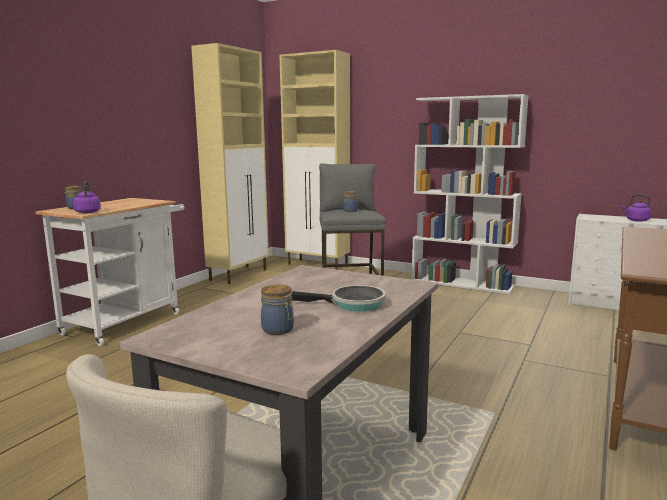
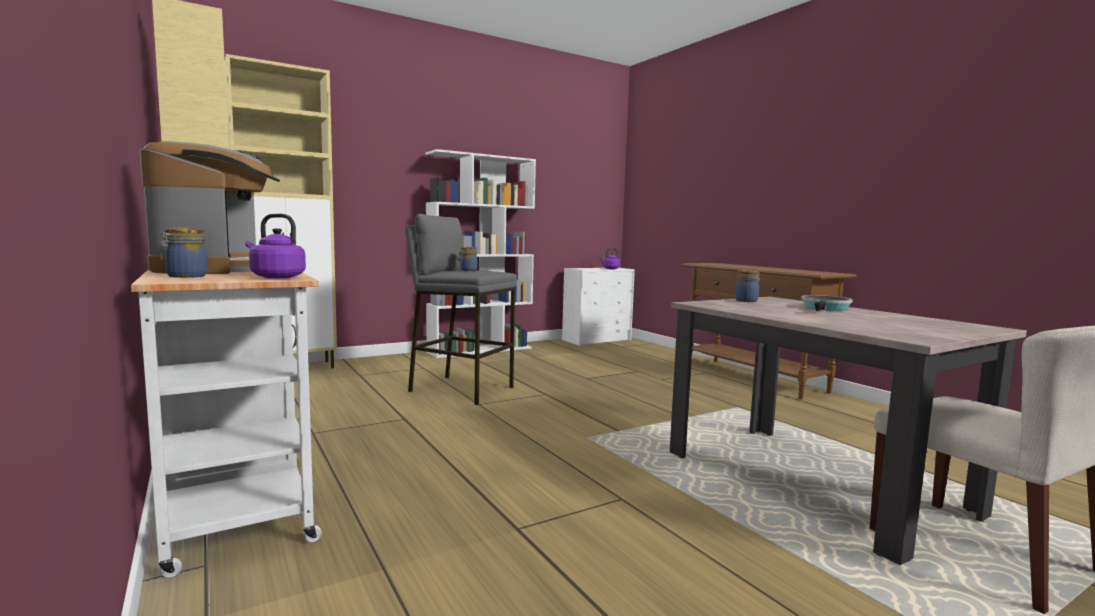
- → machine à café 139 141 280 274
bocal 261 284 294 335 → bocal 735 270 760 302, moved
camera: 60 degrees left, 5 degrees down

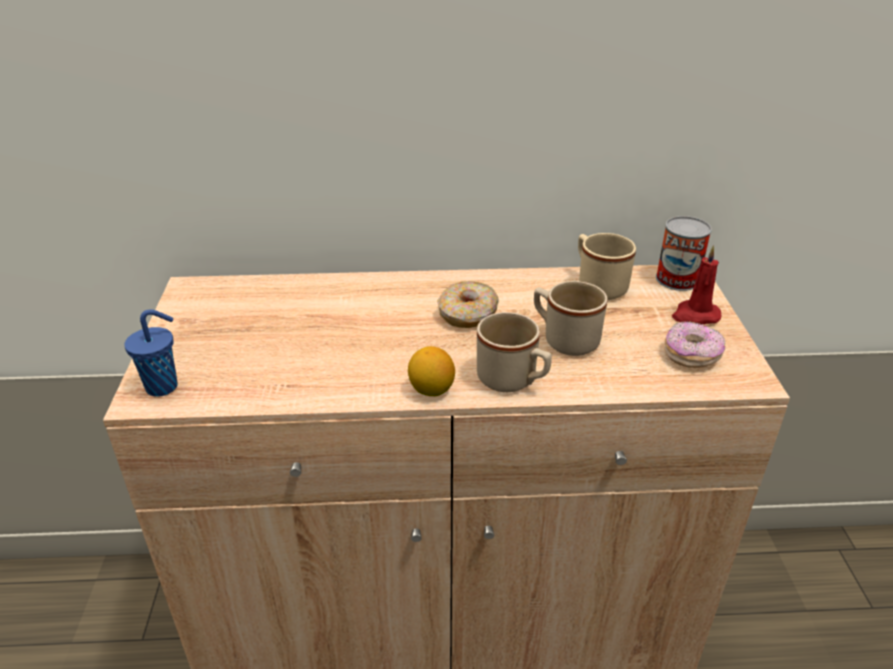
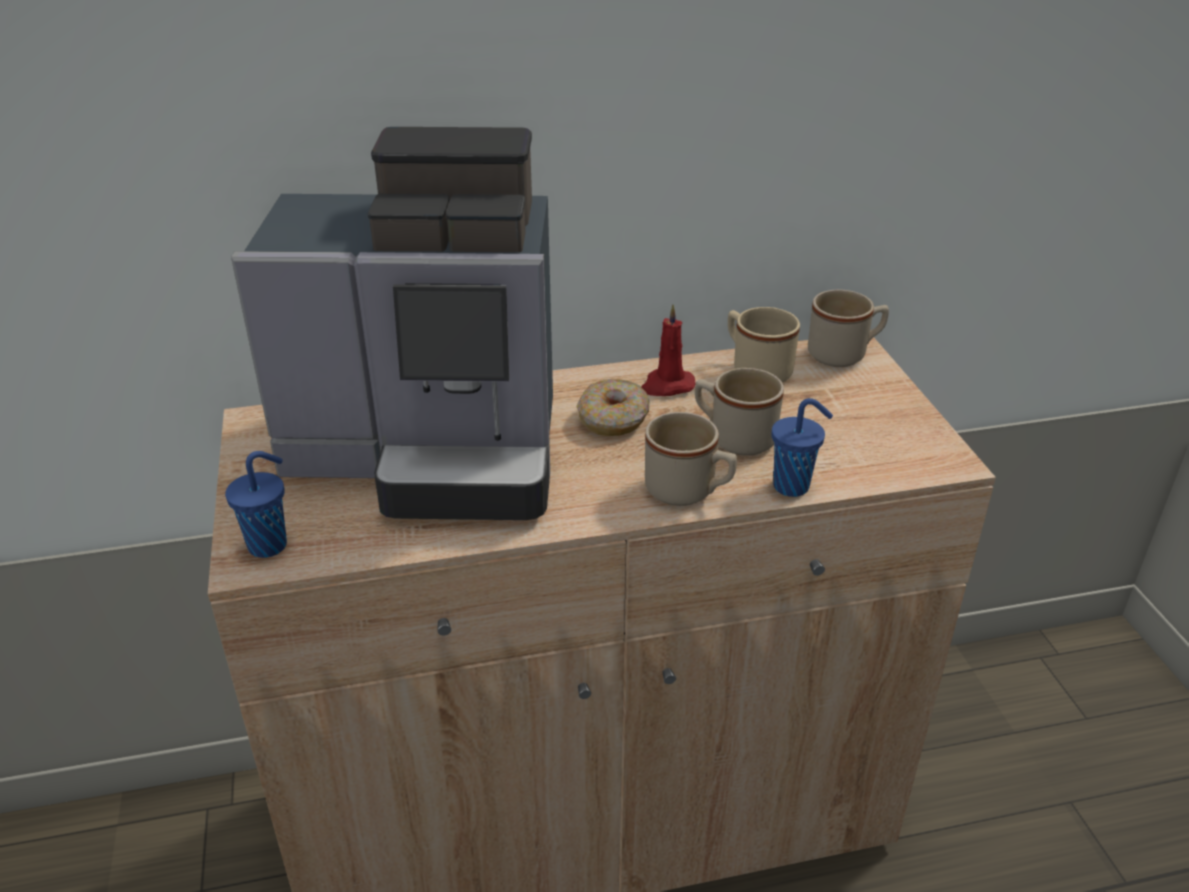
citron 408 346 455 396 → -
beignet 665 321 726 368 → -
- → machine à café 231 127 553 520
- → tasse [bleu] 771 398 833 497
bougie [rouge] 672 245 721 324 → bougie [rouge] 641 305 696 396, moved
boîte métallique 656 216 712 291 → mug [beige] 808 290 889 367
camera: 10 degrees left, 0 degrees up

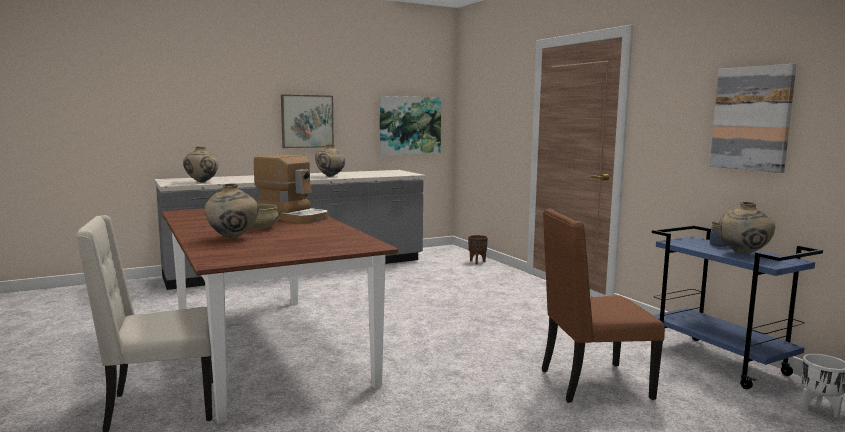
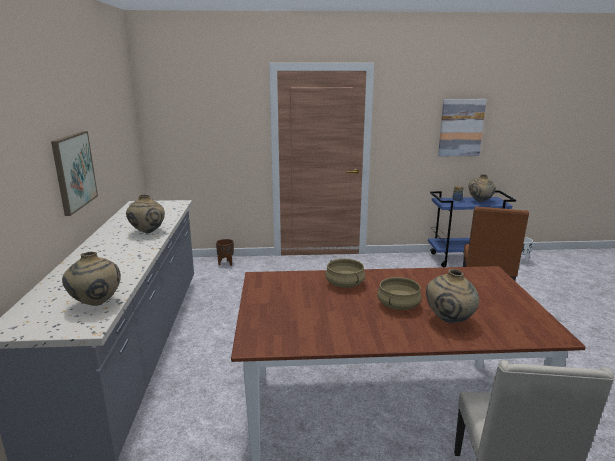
tableau 380 96 441 156 → -
machine à café 254 155 328 223 → marmite [beige] 325 259 365 288
camera: 65 degrees left, 10 degrees up

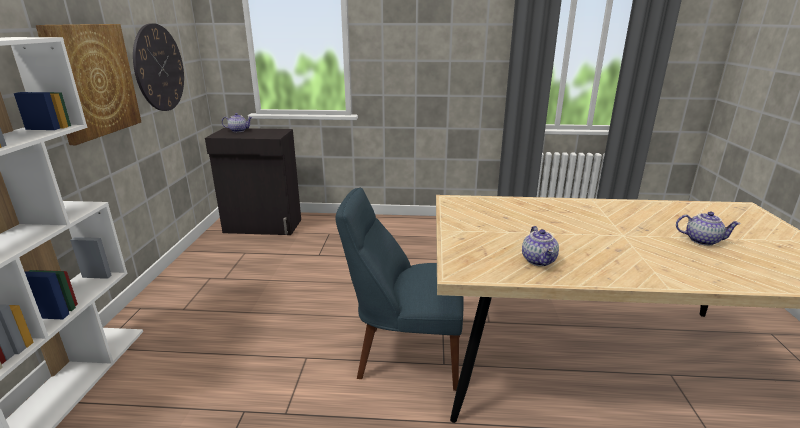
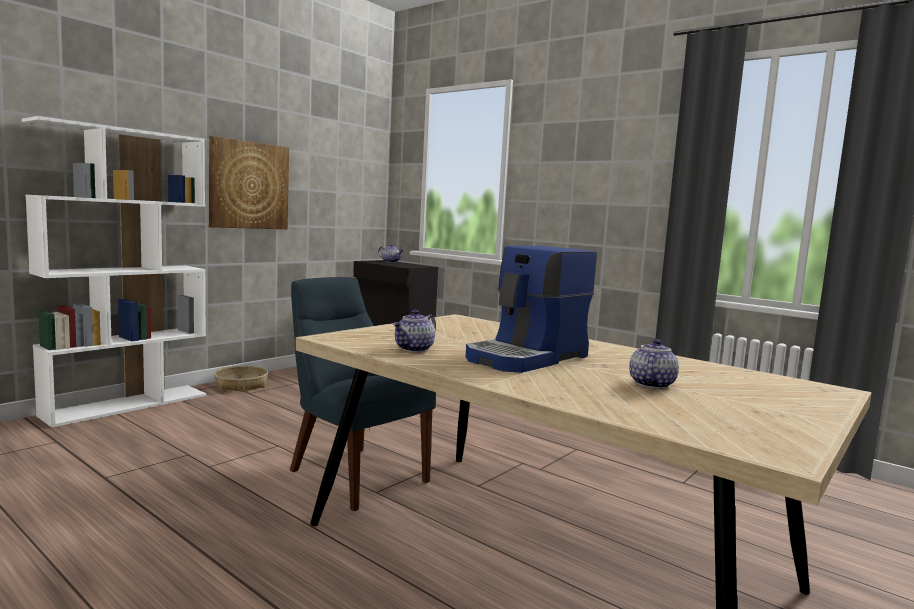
horloge murale 133 23 184 111 → -
- → panier 214 366 268 392
- → machine à café 465 246 597 373
théière 676 212 741 246 → théière 629 339 679 389, 120 degrees counterclockwise
camera: 35 degrees right, 15 degrees down

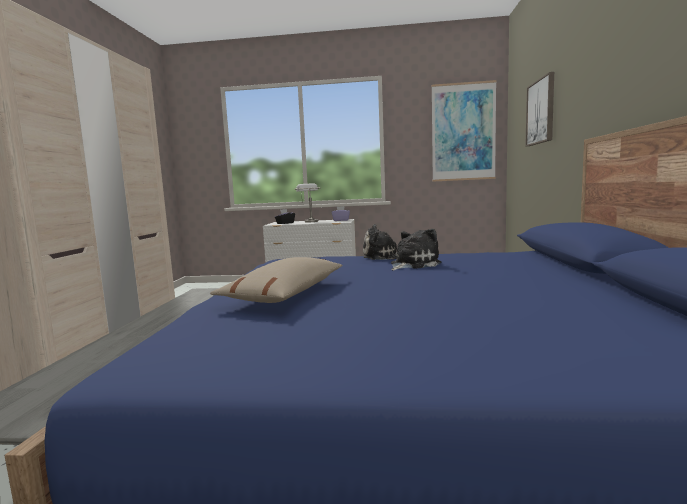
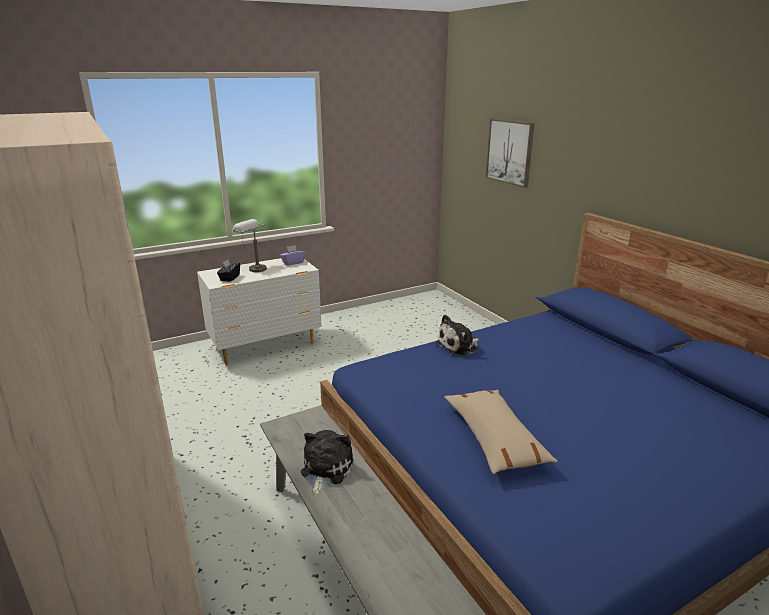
tableau 432 80 497 182 → -
peluche 391 229 442 270 → peluche 301 430 354 496, moved
camera: 35 degrees left, 15 degrees up

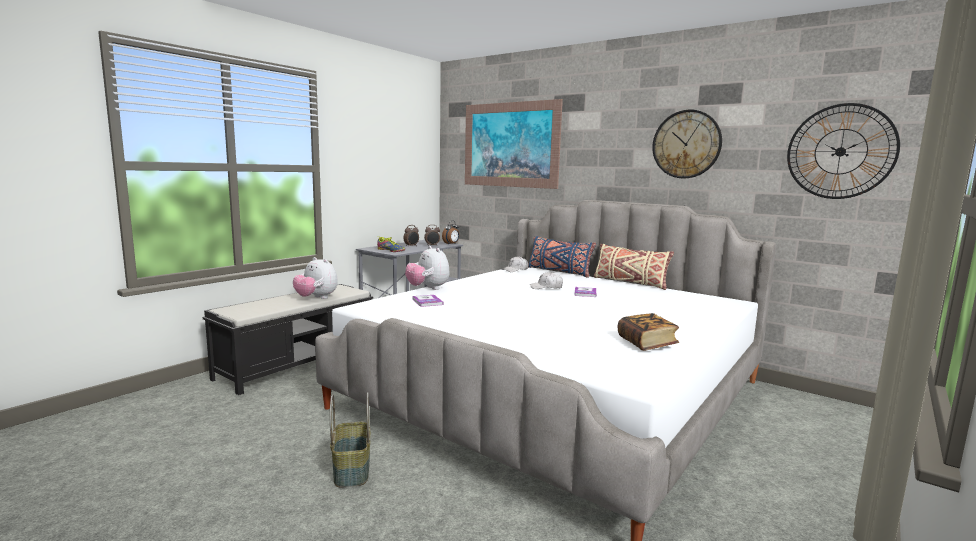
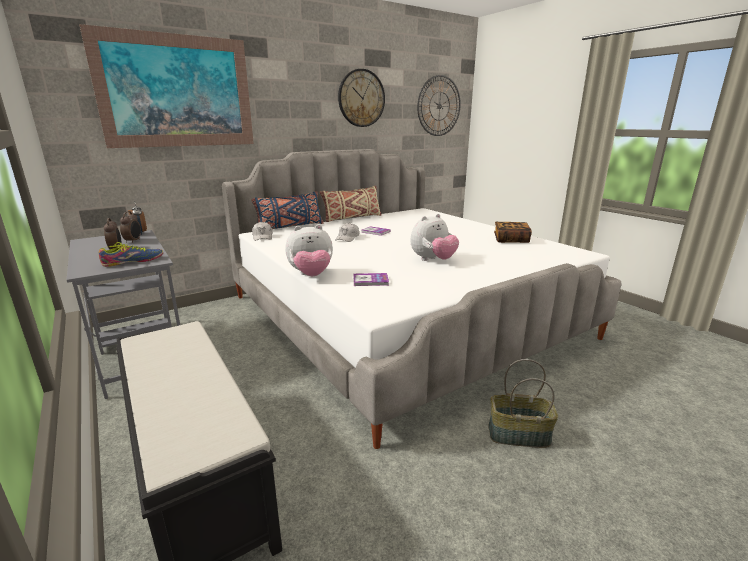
peluche 293 257 338 299 → peluche 410 214 459 261, moved
camera: 70 degrees left, 10 degrees up

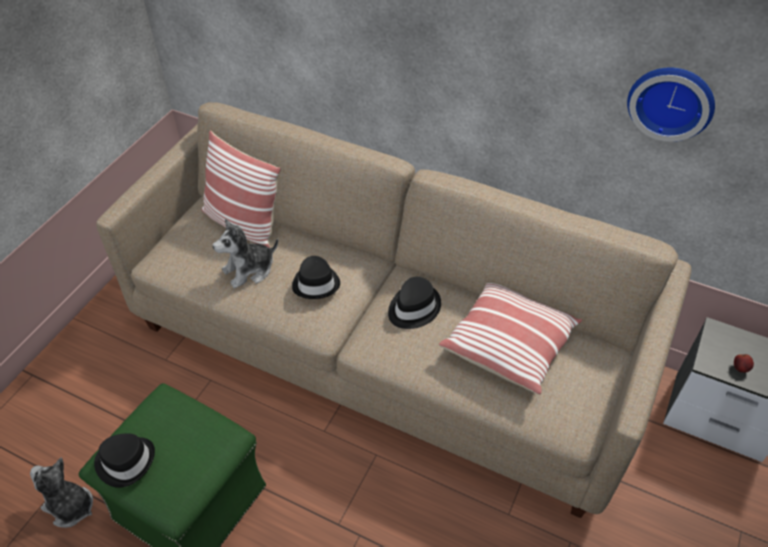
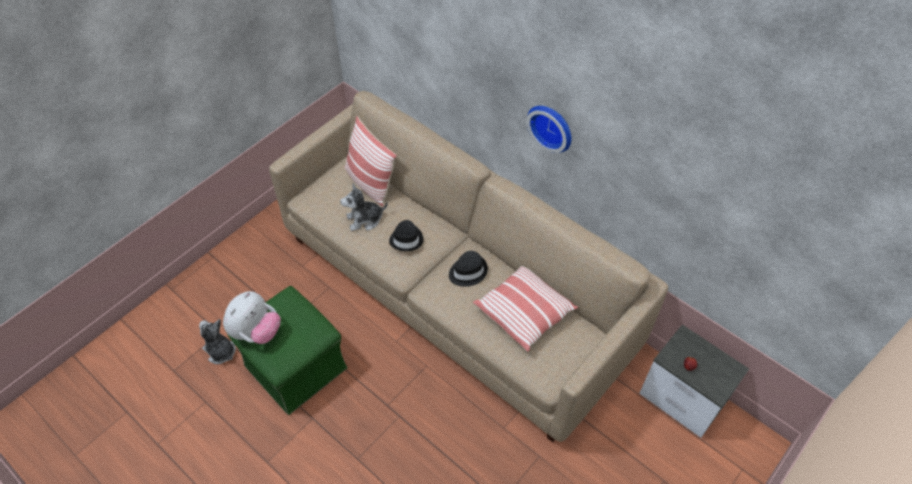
horloge murale 627 67 715 142 → horloge murale 526 106 571 153, moved
chapeau [noir] 94 433 155 488 → peluche 223 291 281 344
camera: 15 degrees right, 5 degrees up

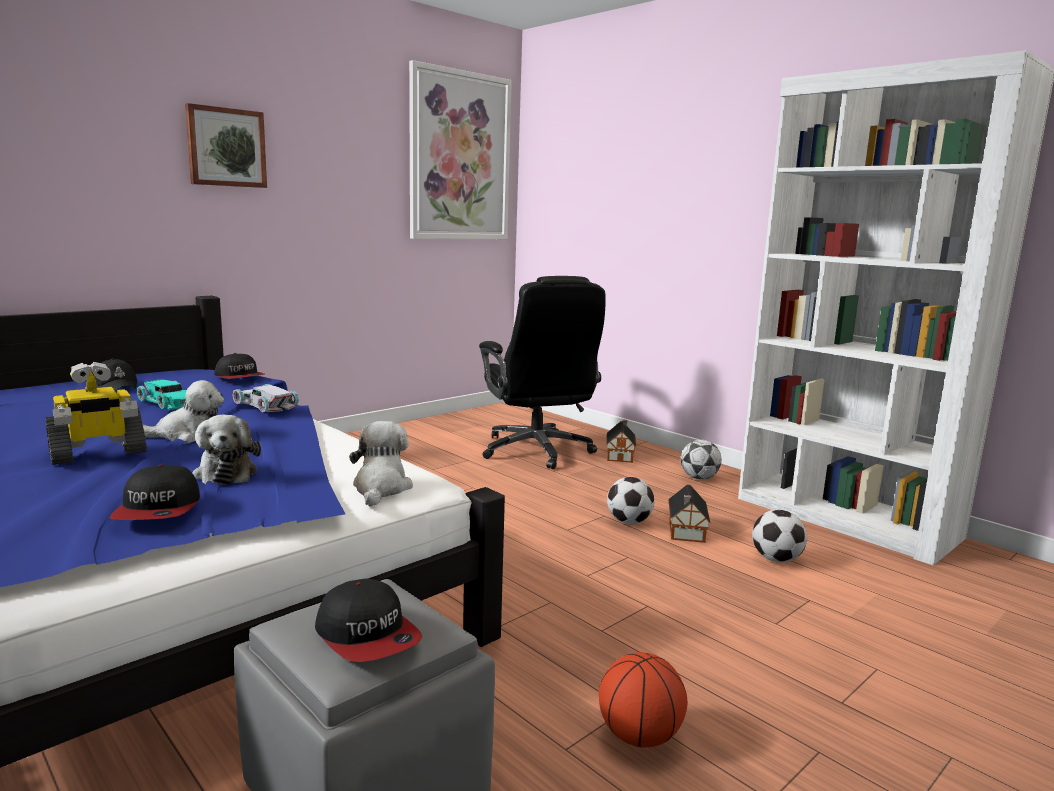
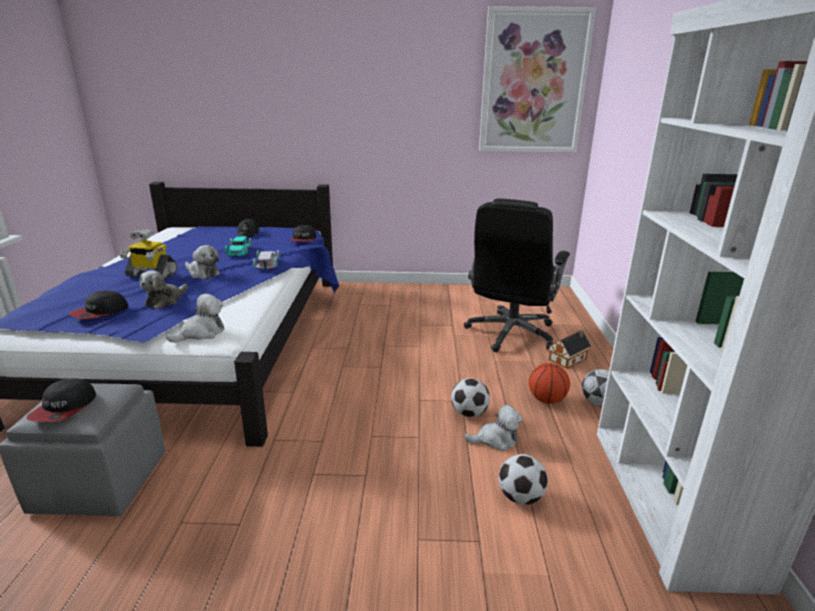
tableau 185 103 267 188 → -
ballon de basket 599 652 687 747 → ballon de basket 529 363 570 404, moved
maison miniature 668 485 711 543 → peluche 464 405 523 451
camera: 45 degrees right, 10 degrees up

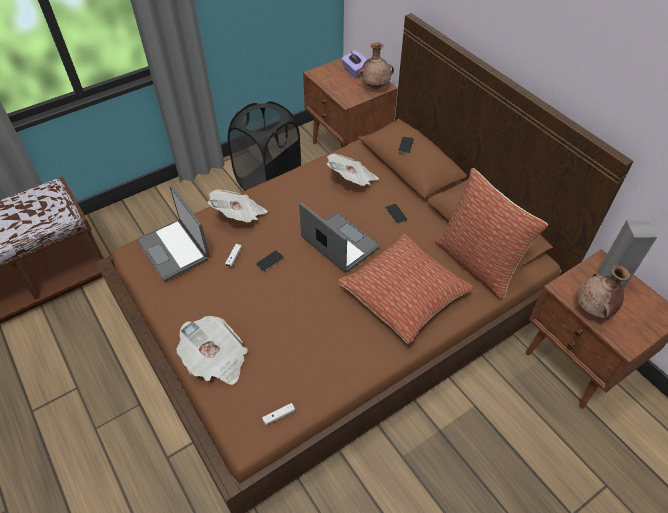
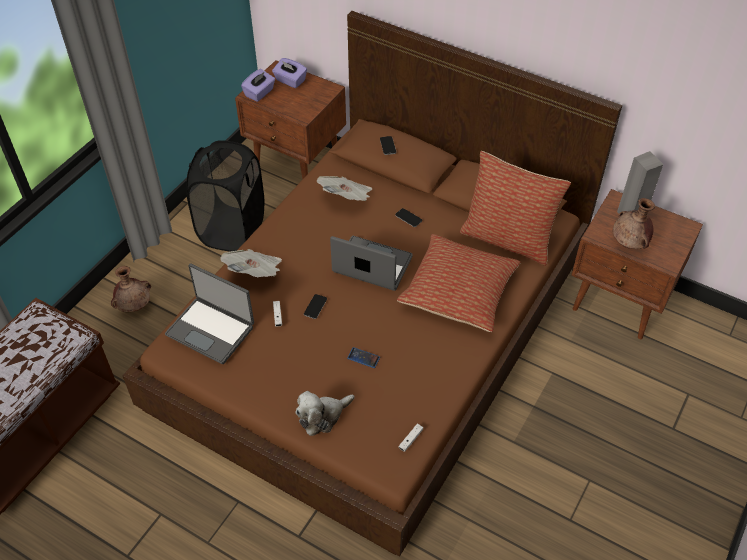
- → boîte à mouchoirs [violet] 241 69 275 102
- → téléphone 347 347 380 368
vase [marron] 358 43 394 89 → vase [marron] 111 266 151 312, moved
journal 176 316 248 385 → peluche 296 391 355 436
camera: 25 degrees left, 0 degrees up

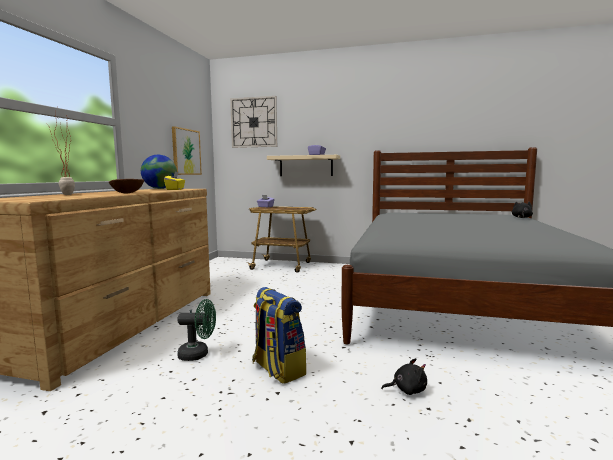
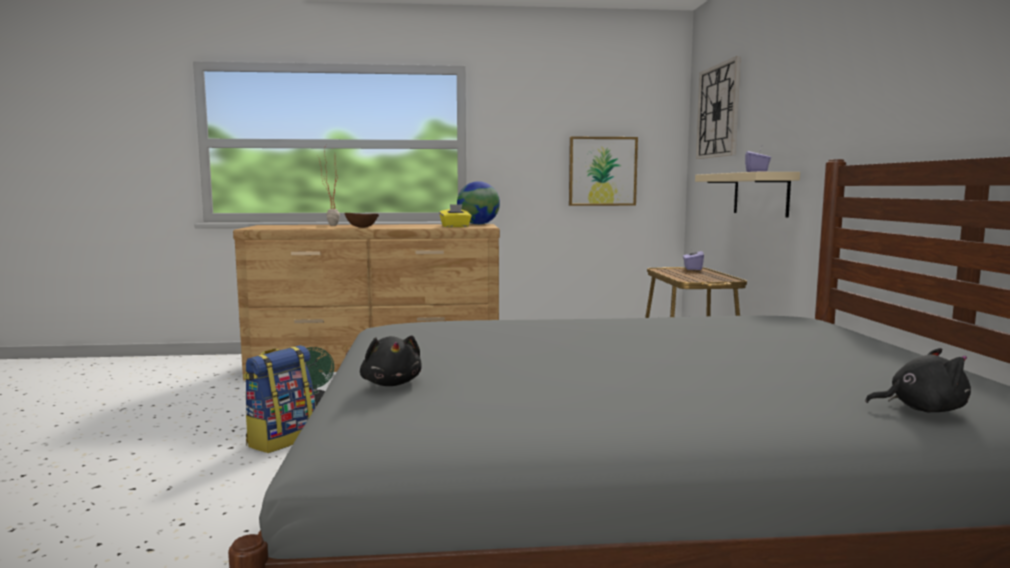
peluche [noir] 381 358 427 395 → peluche [noir] 360 335 422 386, moved
camera: 70 degrees right, 0 degrees up

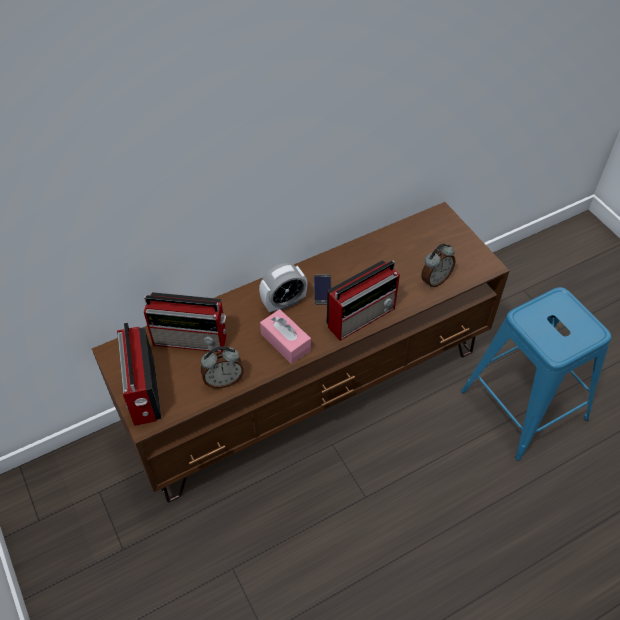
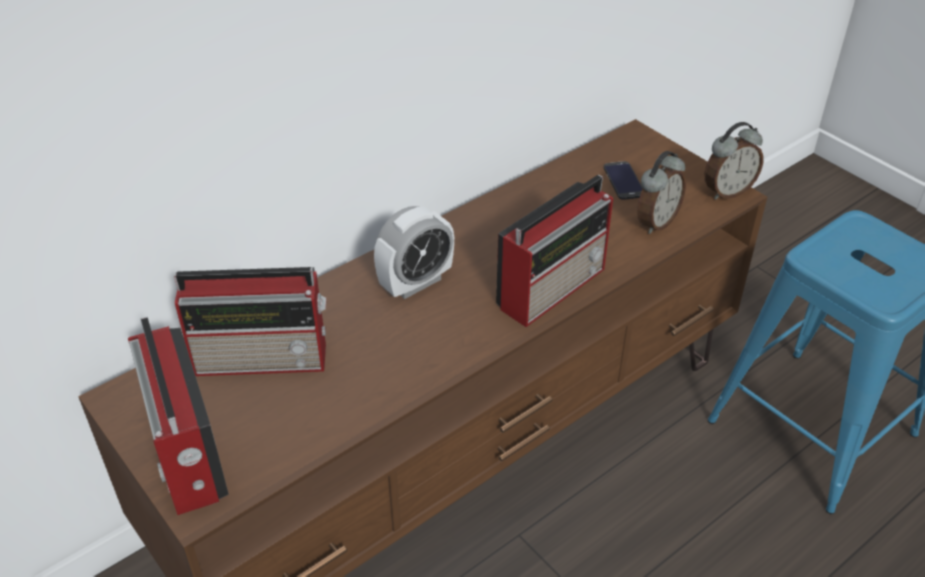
boîte à mouchoirs [rose] 260 309 311 364 → -
réveil 201 346 244 388 → réveil 705 122 763 200, moved
téléphone 314 274 332 305 → téléphone 604 161 643 200, moved
camera: 10 degrees left, 10 degrees down

